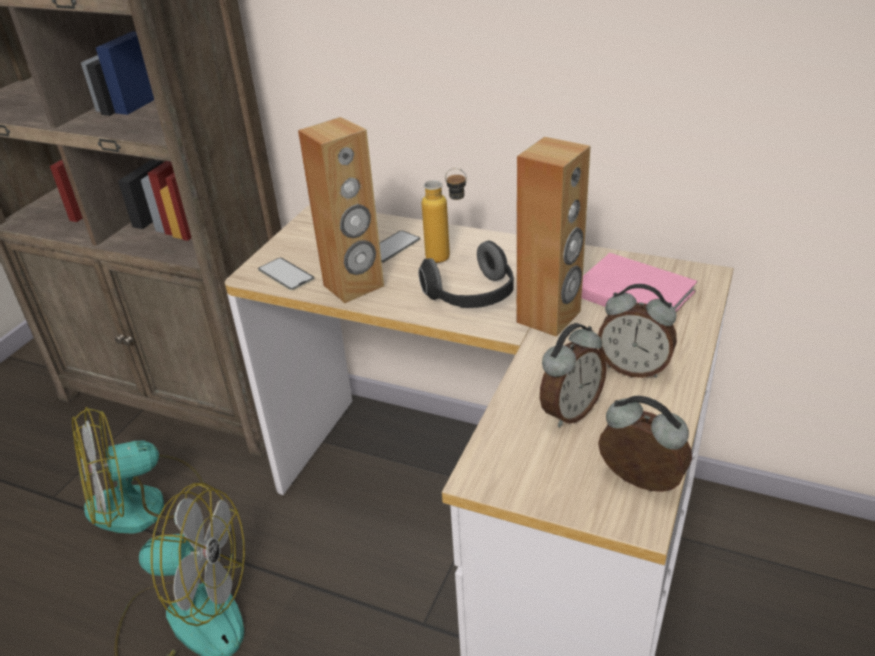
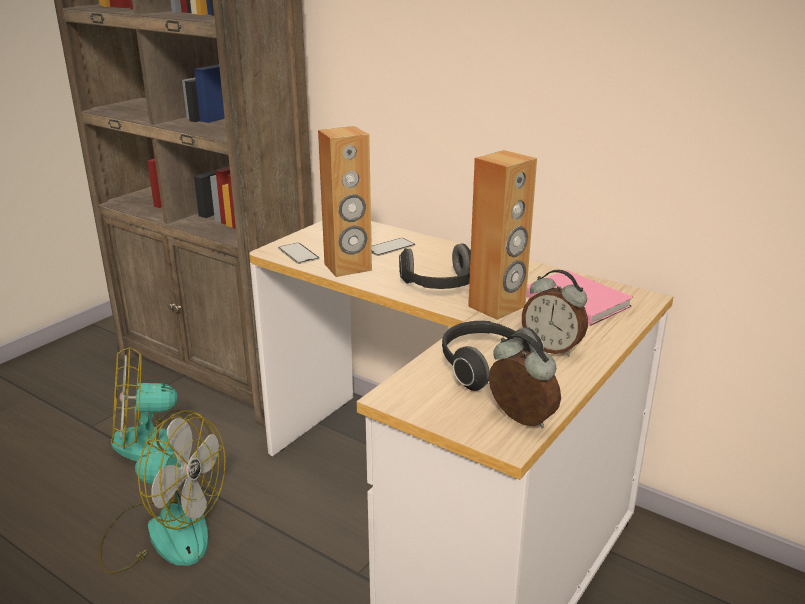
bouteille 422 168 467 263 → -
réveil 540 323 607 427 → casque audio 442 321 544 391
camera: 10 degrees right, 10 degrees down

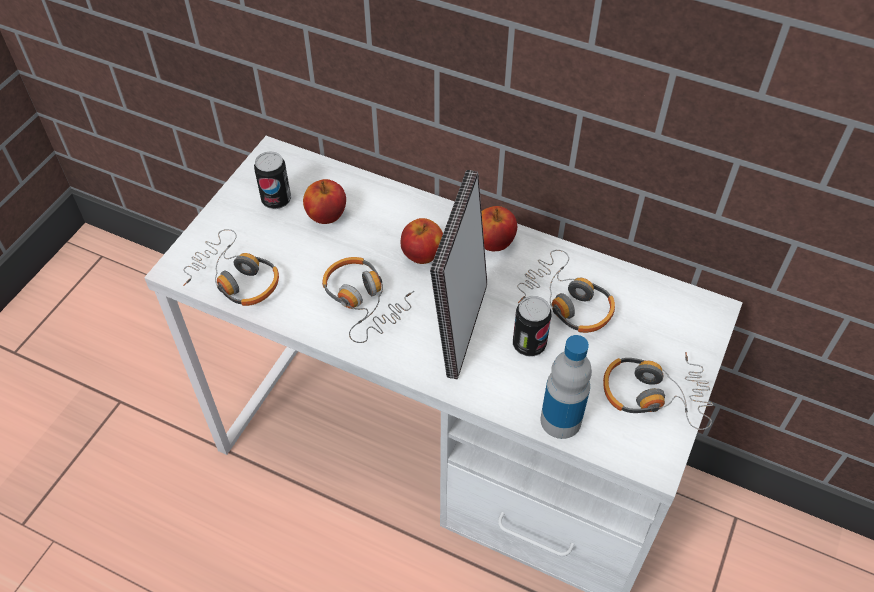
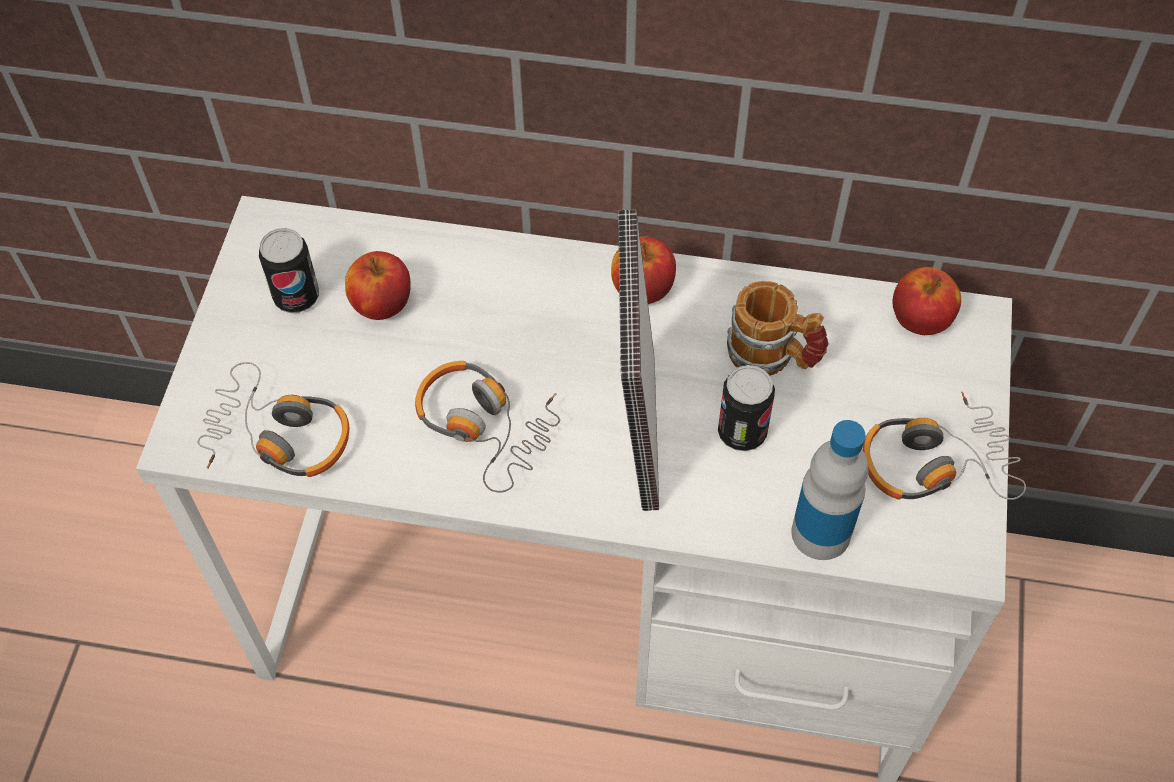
pomme 401 218 443 264 → pomme 892 267 961 335, moved
casque audio 517 250 615 333 → mug 727 281 829 376
camera: 15 degrees left, 5 degrees up

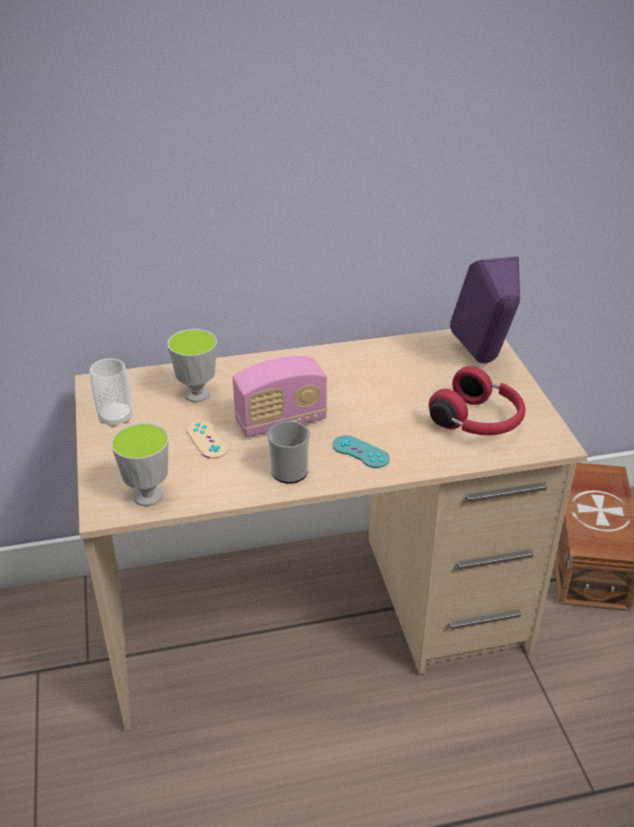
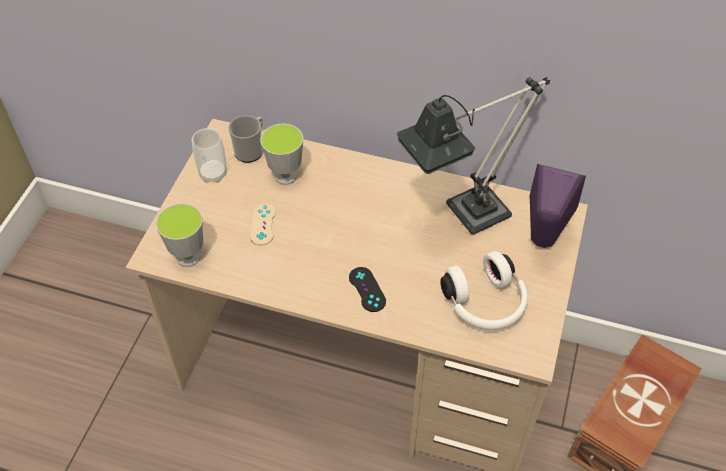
radio 233 356 327 437 → -
- → lampe de table 397 77 550 234
mug 267 420 310 484 → mug 229 115 263 163, moved
manette [turquoise] 332 435 390 468 → manette [noir] 349 267 386 312
casque audio [rouge] 429 366 526 435 → casque audio [blanc] 440 251 528 330
camera: 30 degrees right, 15 degrees up

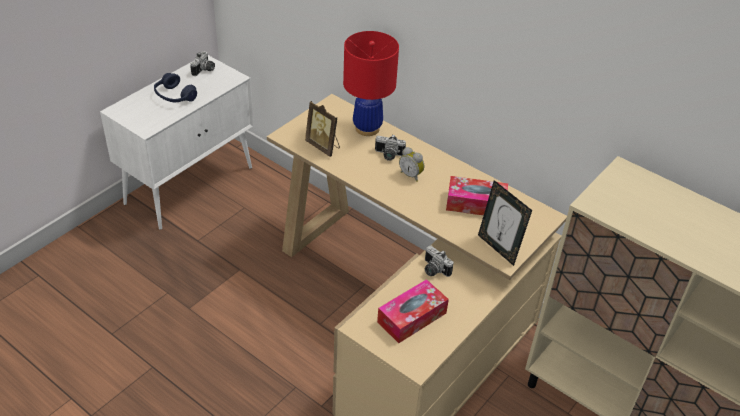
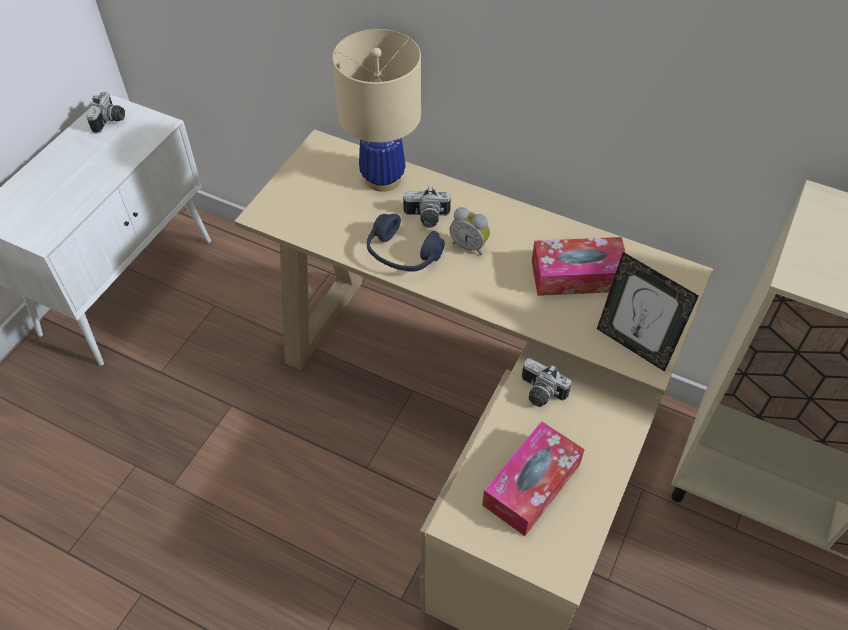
cadre photo 305 101 340 157 → -
casque audio [bleu] 154 73 197 102 → casque audio [bleu] 367 214 445 272, moved
lampe de table [rouge] 343 31 399 136 → lampe de table [beige] 332 29 421 192
camera: 10 degrees left, 10 degrees up

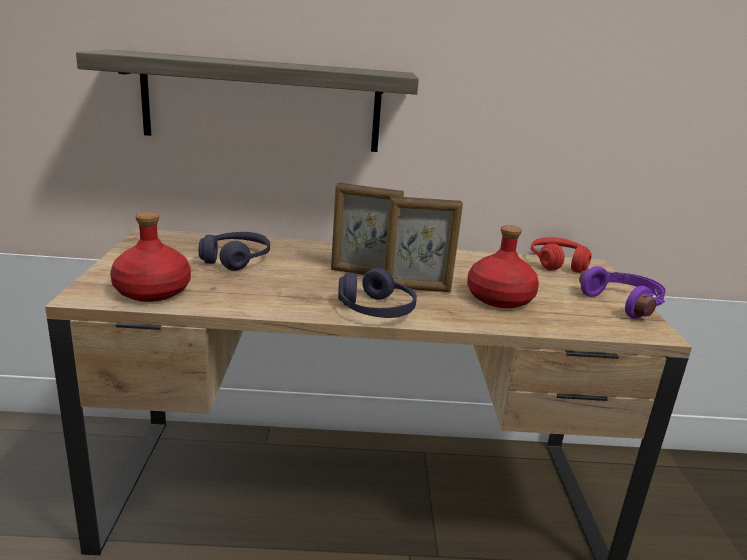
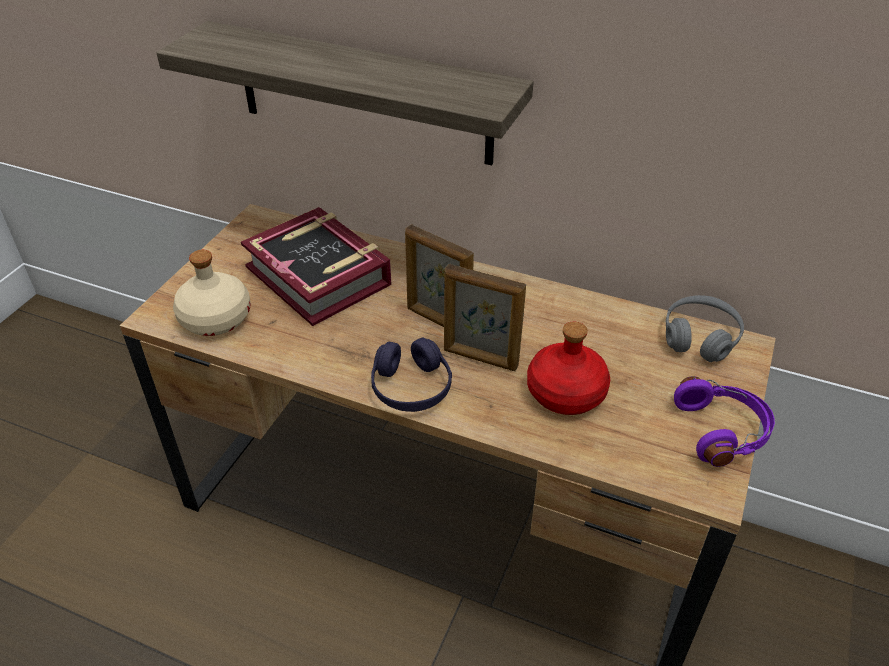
casque audio [violet] 199 232 270 271 → livre 241 207 392 326
bouteille [rouge] 110 212 191 302 → bouteille [beige] 173 250 251 336
casque audio [rouge] 531 237 592 273 → casque audio [gris] 666 295 744 362
camera: 25 degrees right, 20 degrees up

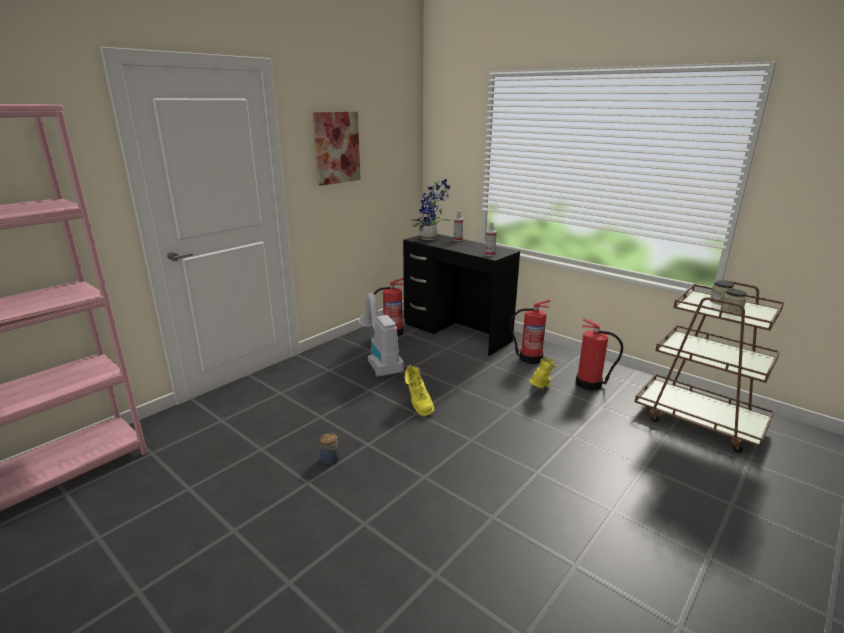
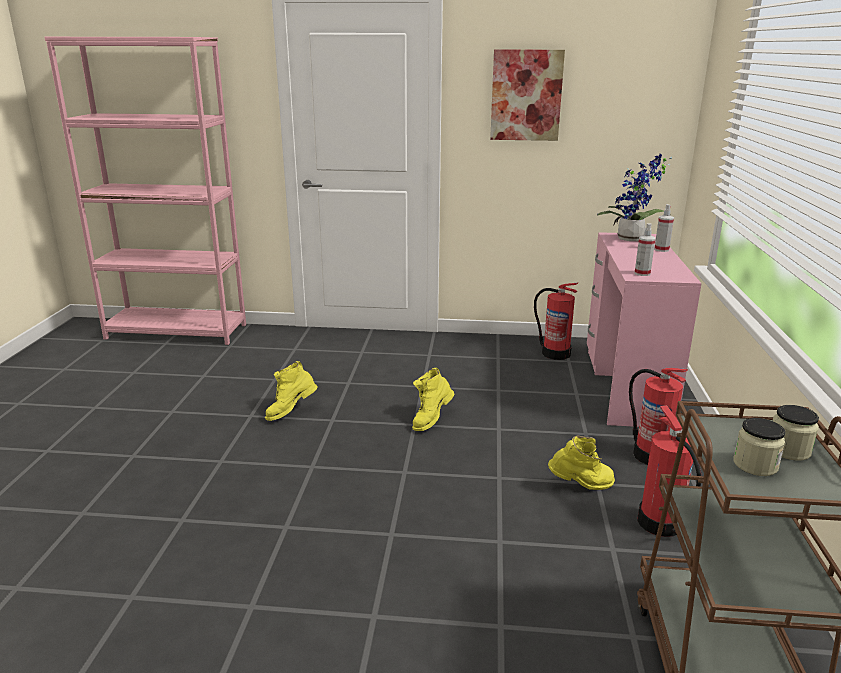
aspirateur 359 293 404 377 → -
bocal 319 433 339 464 → botte [jaune] 265 361 318 421
bureau [noir] 403 234 520 356 → bureau [rose] 587 232 702 427
camera: 55 degrees right, 0 degrees up

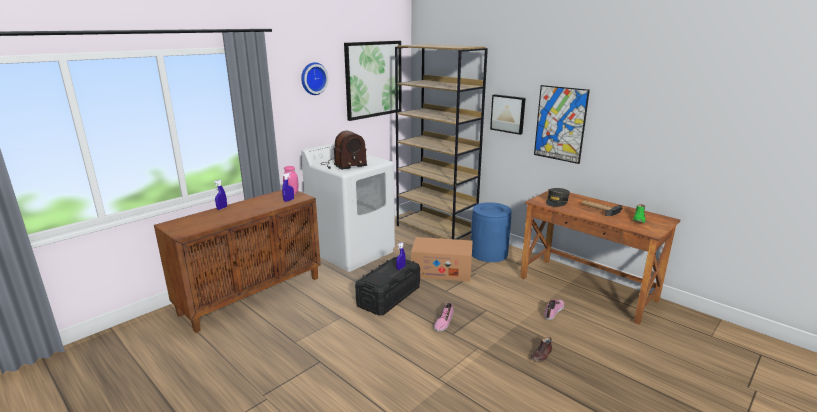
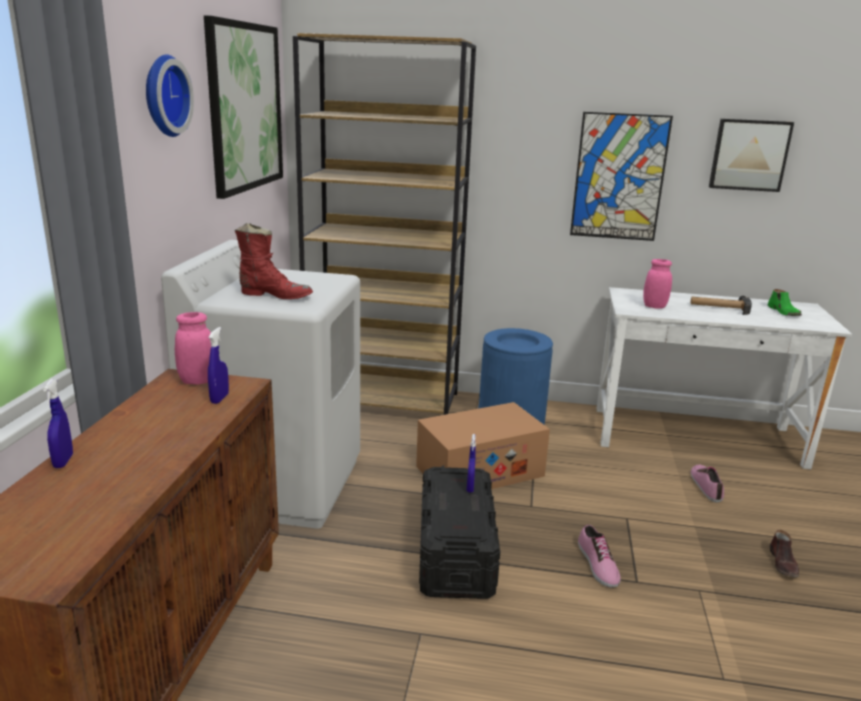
tableau 490 94 526 135 → tableau 709 119 794 192, moved
radio 322 131 367 170 → botte [rouge] 235 223 313 299
casquette [gris] 546 188 570 207 → bocal [rose] 643 259 672 309
bureau [marron] 520 191 680 324 → bureau [blanc] 597 287 852 469
camera: 35 degrees left, 0 degrees up

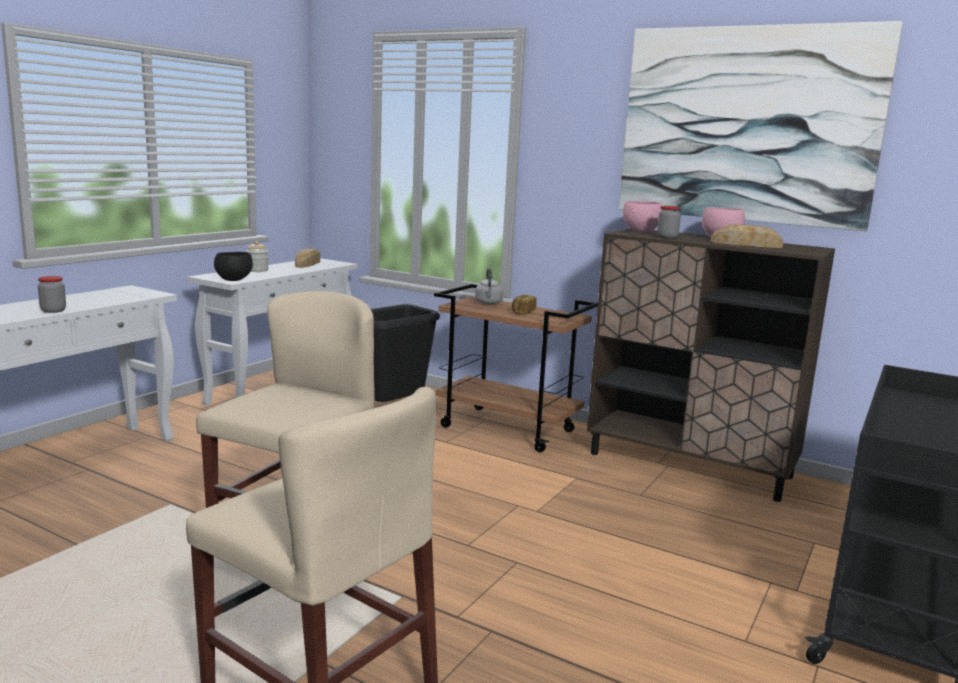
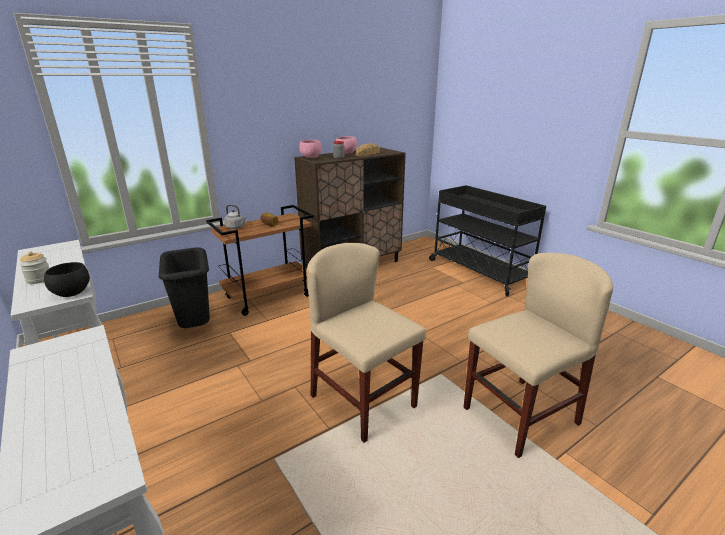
bocal 38 276 66 313 → -
pain 295 248 320 268 → -
tableau 619 21 903 231 → -
camera: 65 degrees left, 10 degrees up

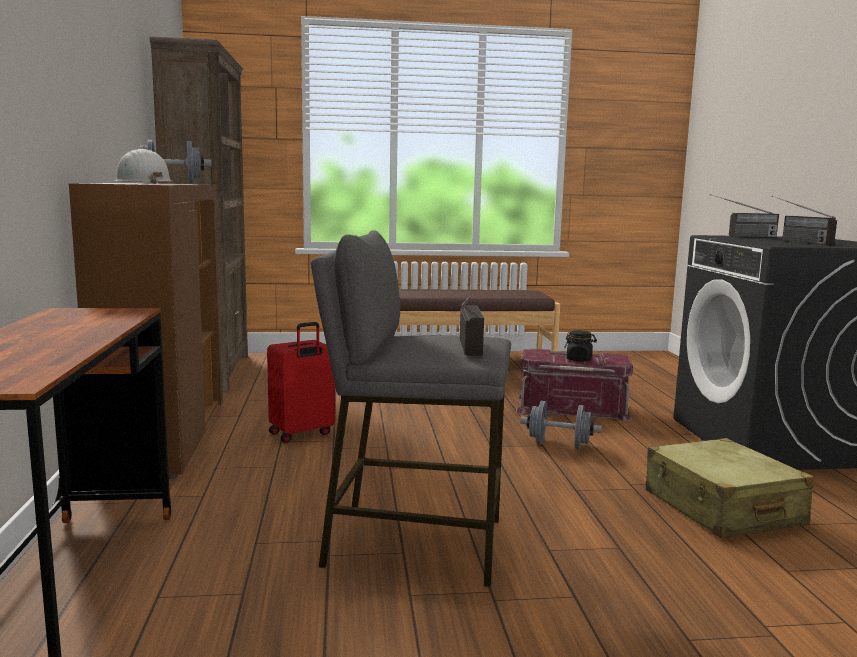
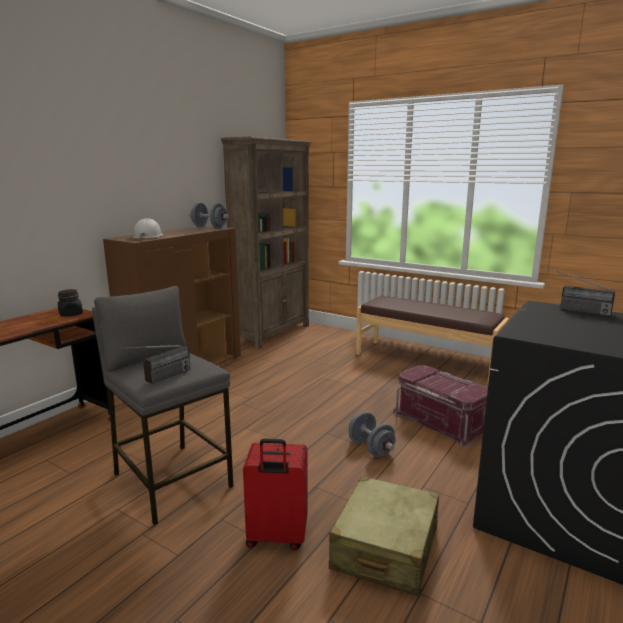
radio 772 196 837 245 → -
valise [rouge] 267 322 335 443 → valise [rouge] 243 439 308 550, moved
bocal [noir] 564 330 597 361 → bocal [noir] 58 289 83 317, moved
camera: 40 degrees right, 5 degrees up

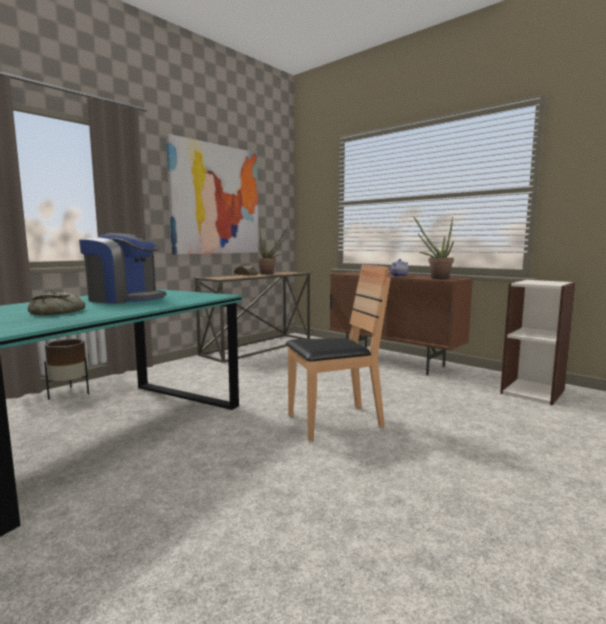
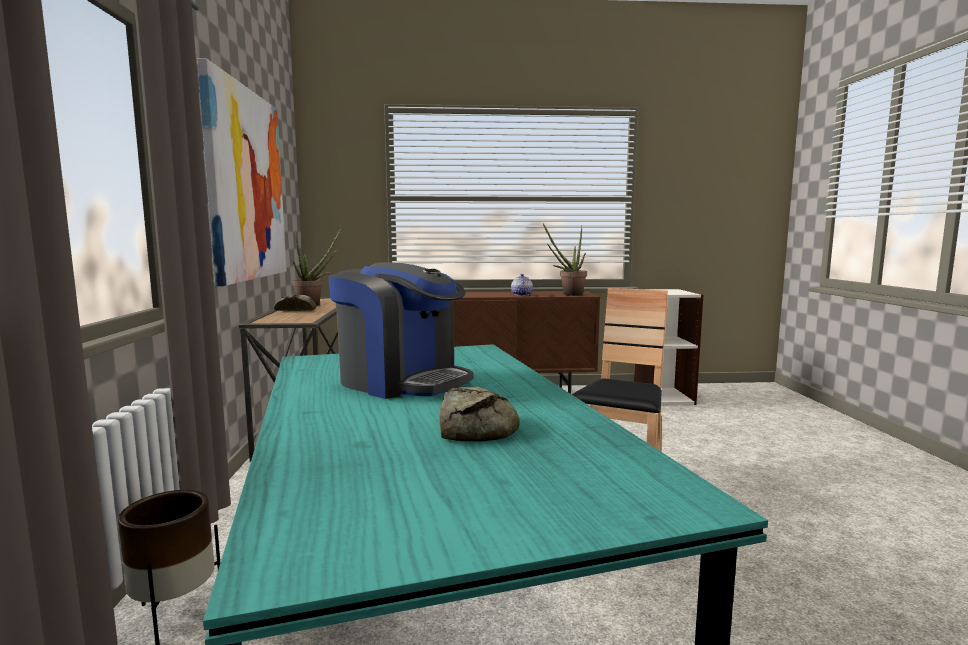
machine à café 79 233 166 304 → machine à café 328 262 474 399, 60 degrees clockwise
camera: 45 degrees left, 0 degrees up

